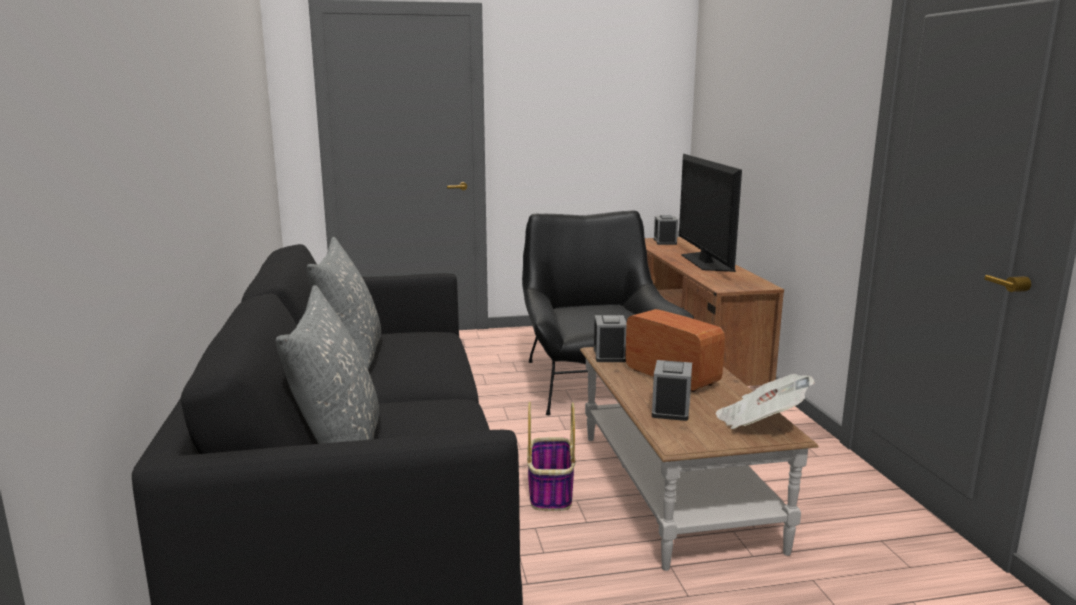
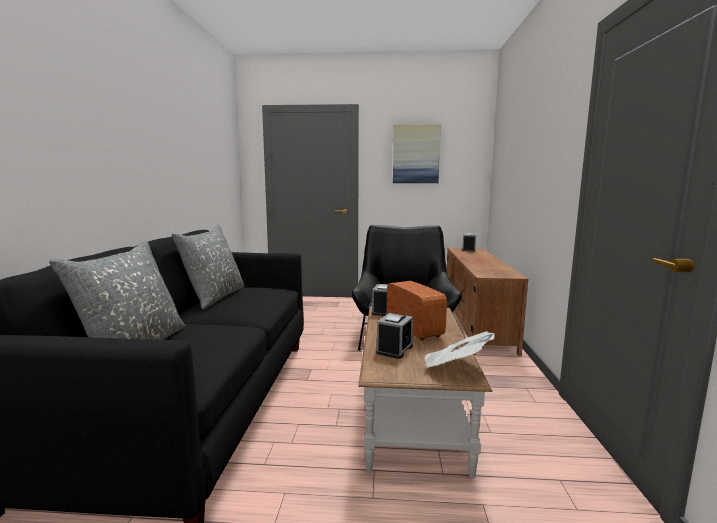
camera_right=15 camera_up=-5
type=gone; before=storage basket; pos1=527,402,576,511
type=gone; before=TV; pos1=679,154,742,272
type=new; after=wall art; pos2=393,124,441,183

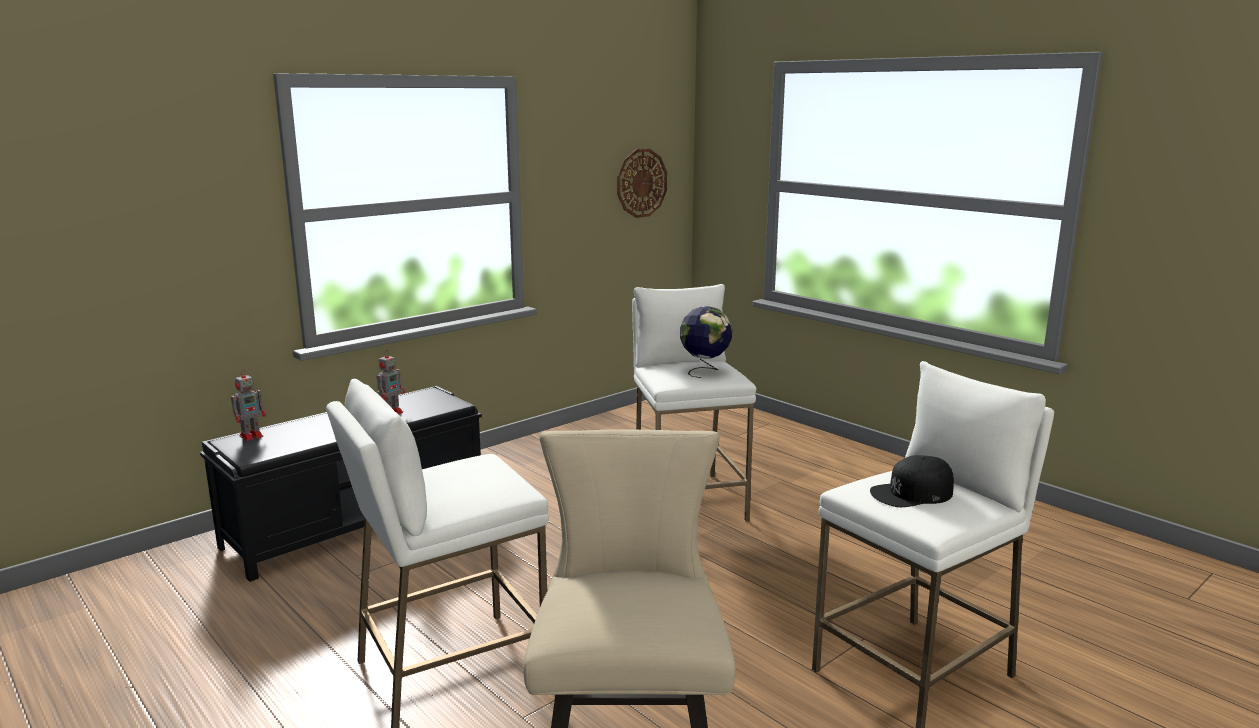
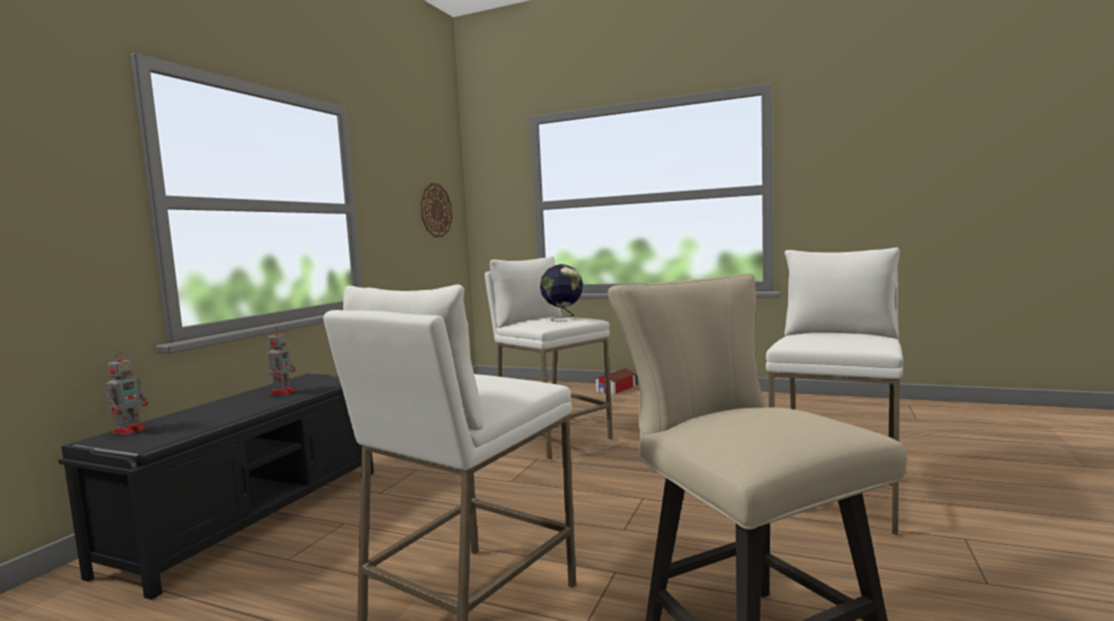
camera_right=-25 camera_up=-10
type=gone; before=black-coloured baseball cap; pos1=870,455,954,507
type=new; after=model house; pos2=595,368,636,395

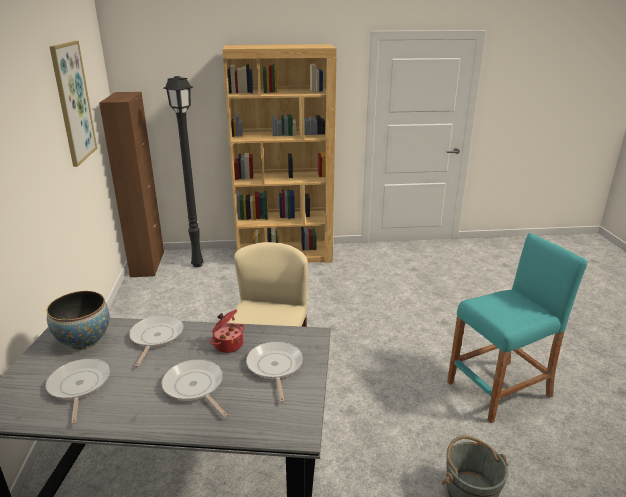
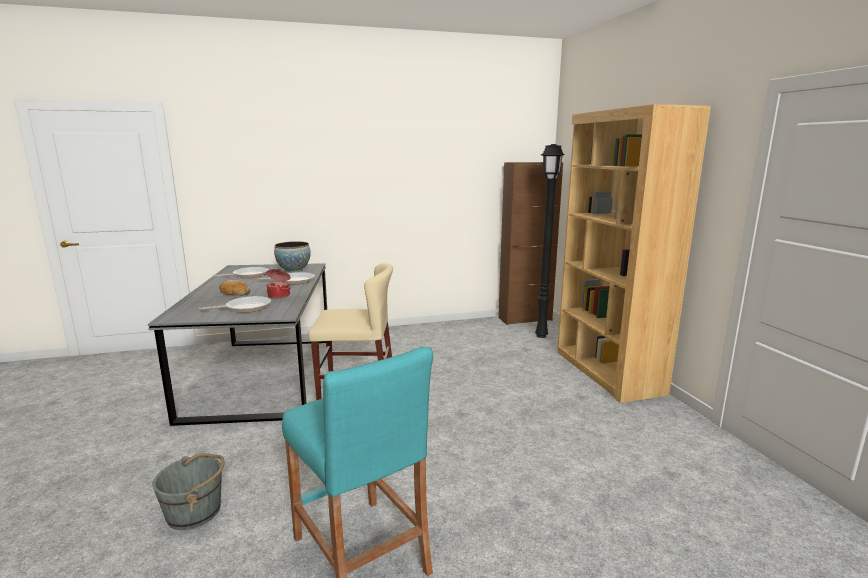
camera_right=80 camera_up=-10
type=gone; before=wall art; pos1=50,41,97,167
type=swapped; before=skillet; after=bread; pos1=162,359,227,417; pos2=219,280,250,296

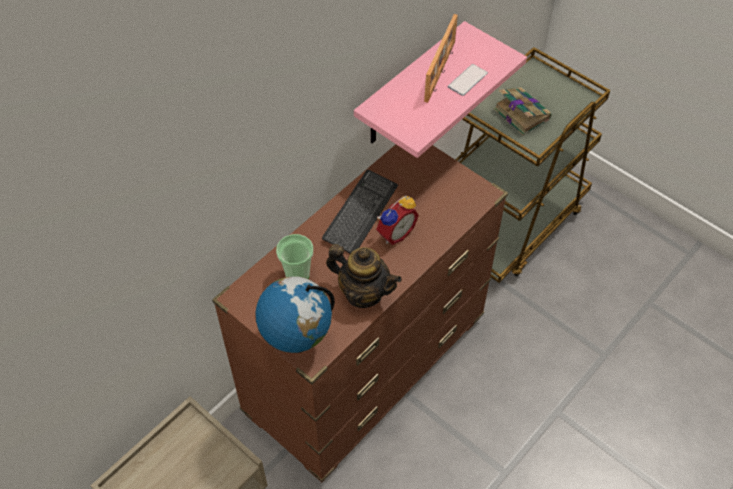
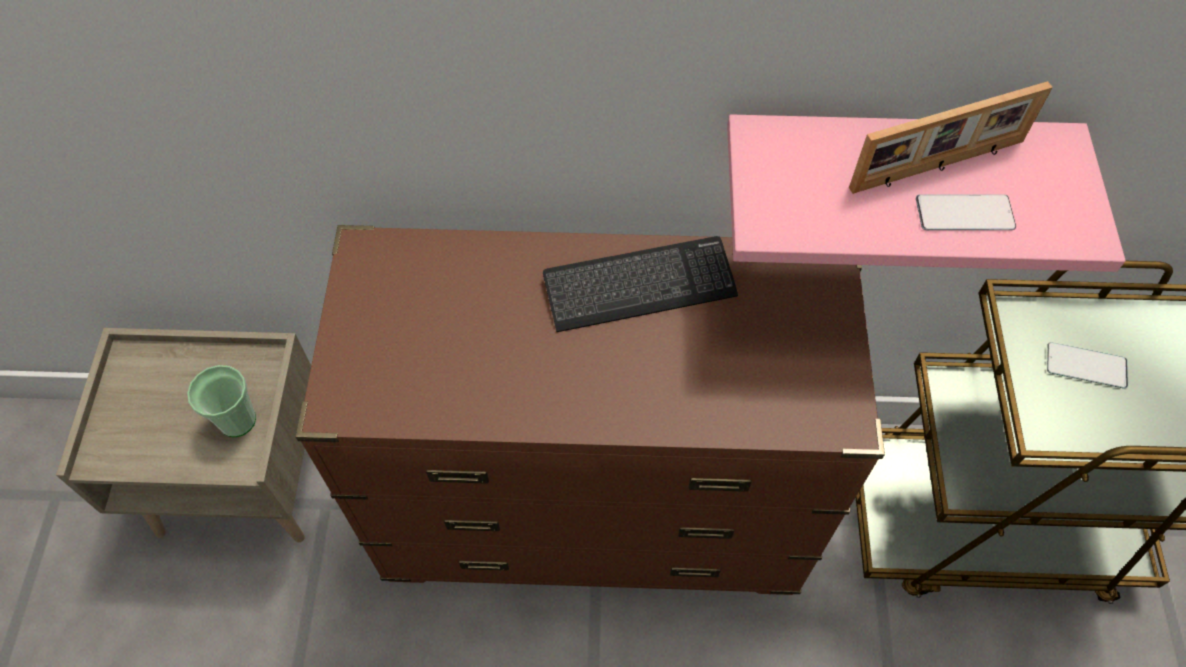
camera_right=50 camera_up=5
type=gone; before=world globe; pos1=256,277,335,353
type=gone; before=pot for tea; pos1=326,244,402,308
type=gone; before=alarm clock; pos1=376,196,419,245
type=shifted; before=cup; pos1=276,234,313,279; pos2=187,365,256,437
type=swapped; before=volume; after=phone; pos1=494,87,552,135; pos2=1047,342,1128,389

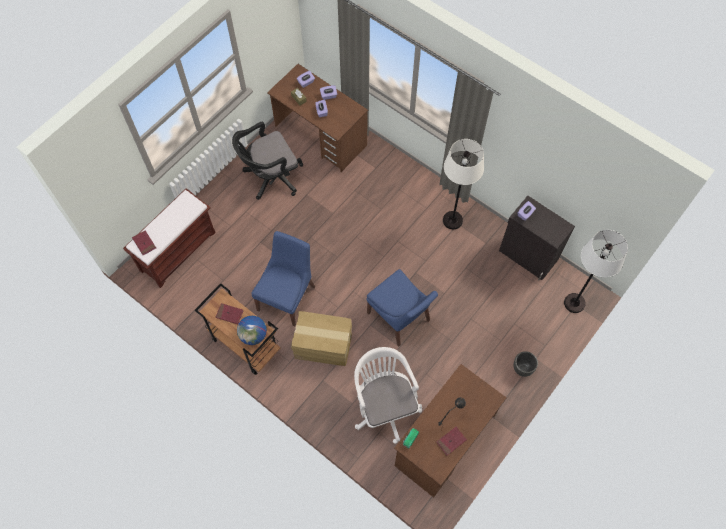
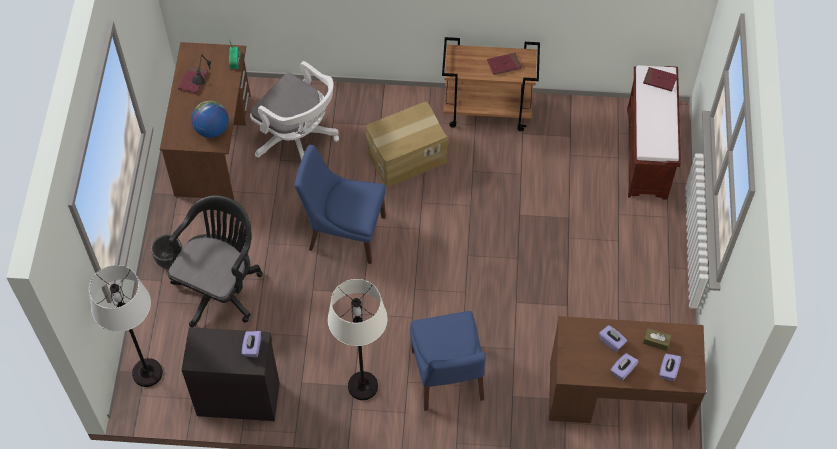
camera_right=145 camera_up=-5
type=shifted; before=black-coloured desk chair; pos1=232,121,303,200; pos2=167,195,263,327
type=shifted; before=world globe; pos1=237,316,267,345; pos2=191,101,229,138
type=shifted; before=blue chair; pos1=251,231,315,327; pos2=410,311,486,411

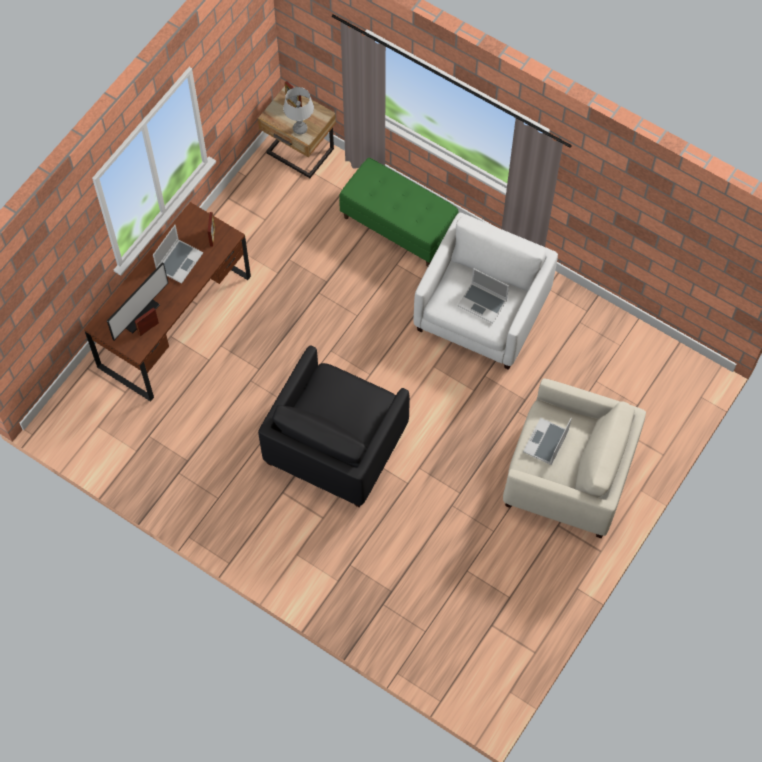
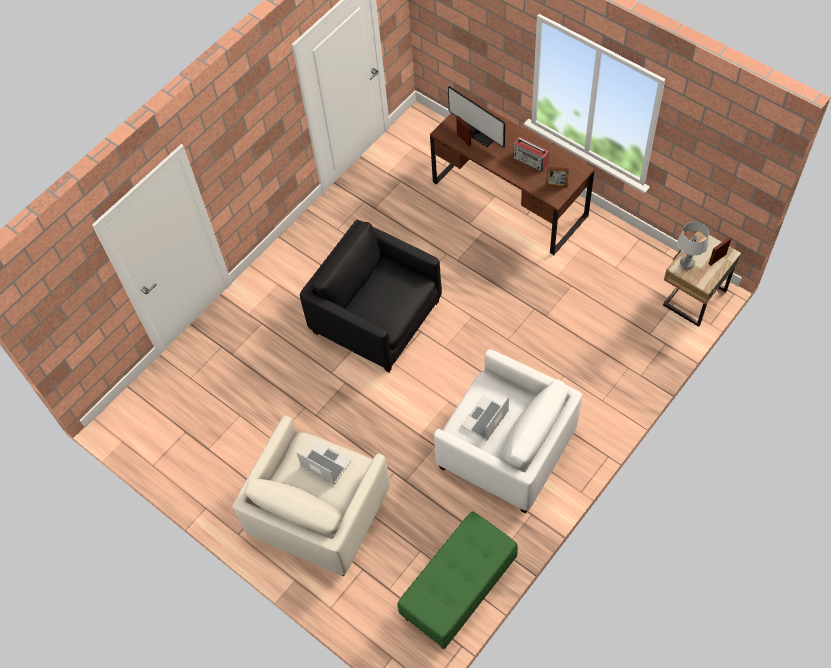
camera_right=100 camera_up=-5
type=shifted; before=green-coloured long seat; pos1=339,158,459,267; pos2=398,511,518,649
type=swapped; before=notebook computer; after=radio set; pos1=153,225,203,283; pos2=513,137,549,171

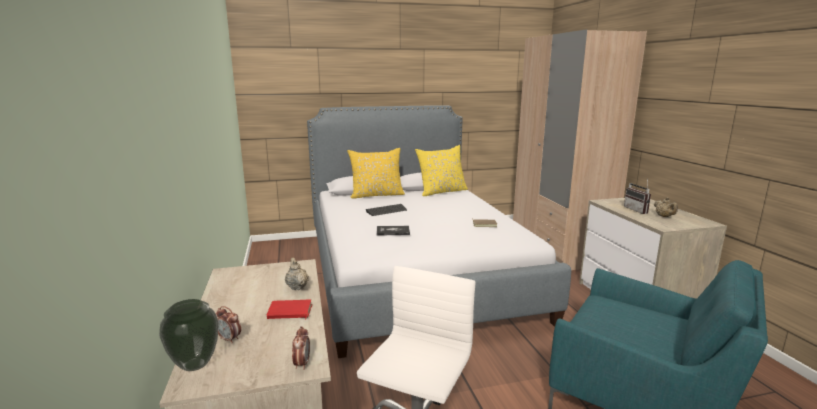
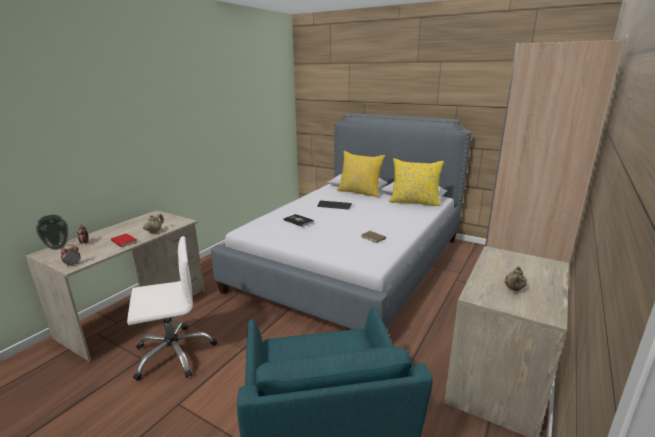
camera_right=45 camera_up=5
type=gone; before=radio set; pos1=624,179,651,214

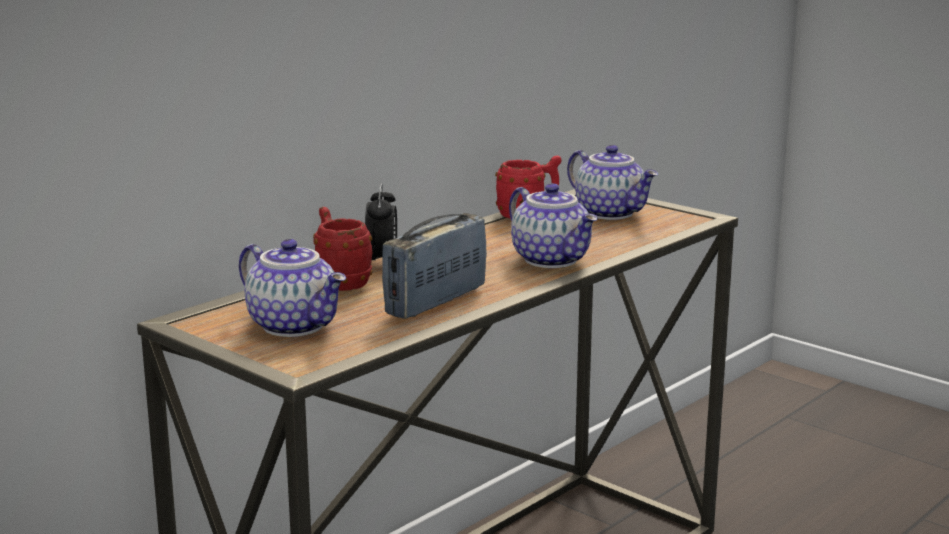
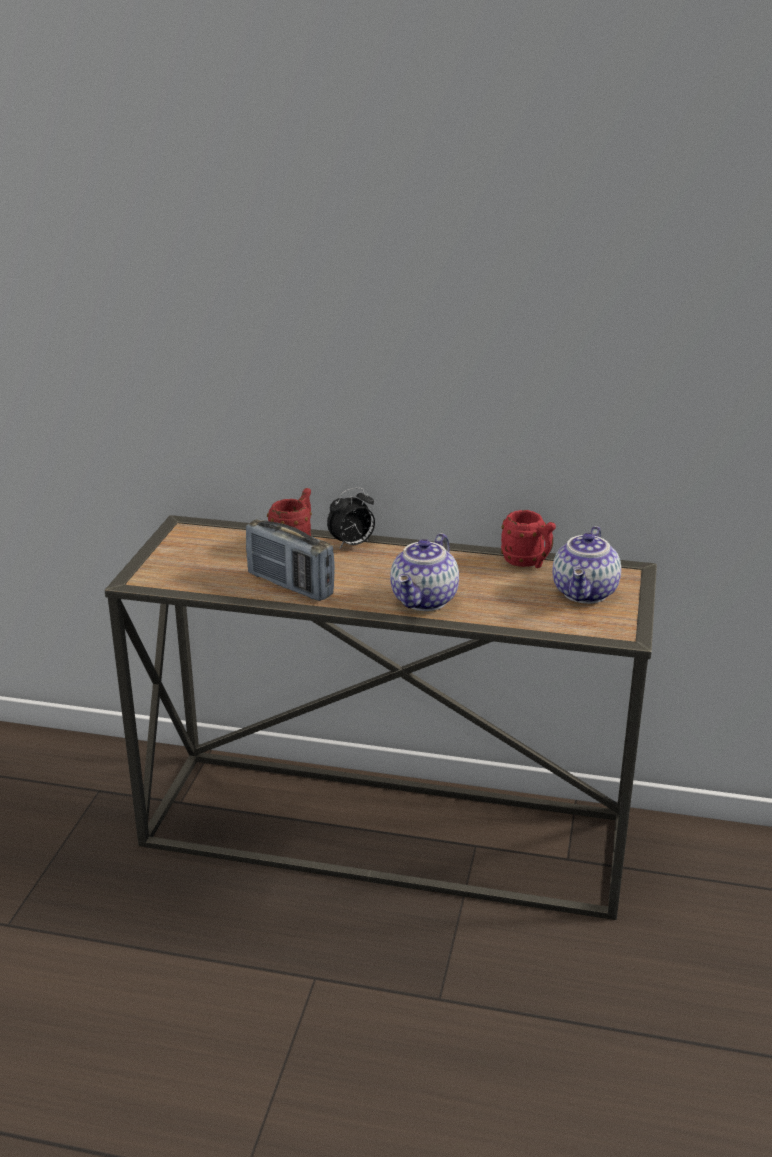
camera_right=60 camera_up=10
type=gone; before=pot for tea; pos1=239,239,346,337
type=rotated; before=radio set; pos1=382,213,487,319; pos2=246,519,335,601; turn=-150

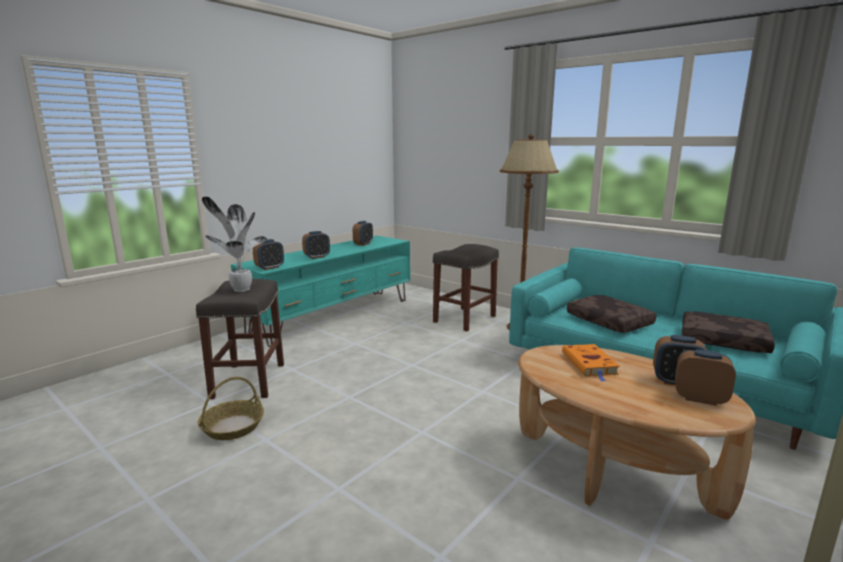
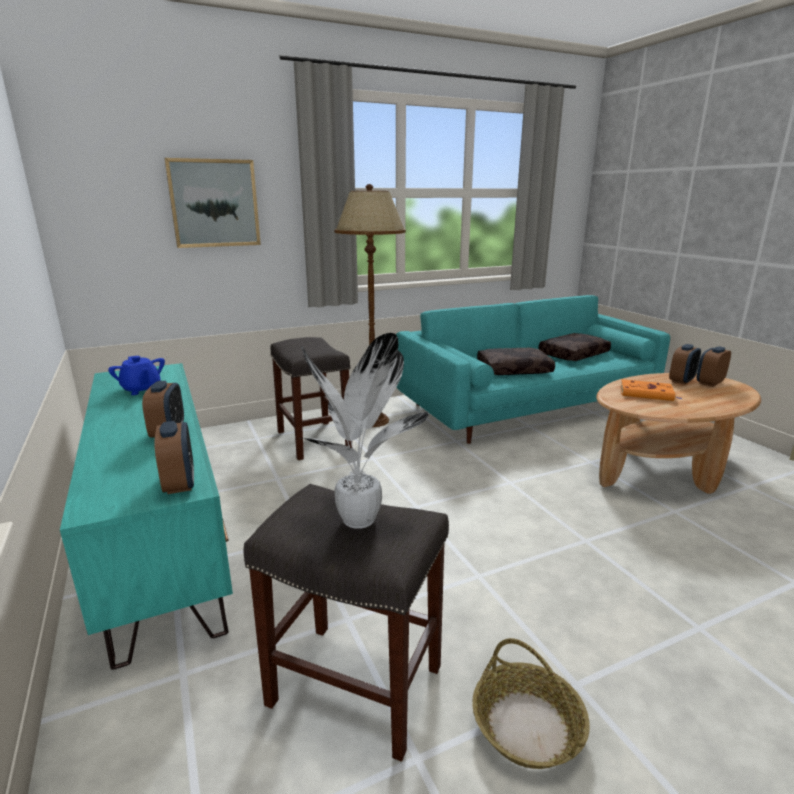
camera_right=-65 camera_up=5
type=new; after=wall art; pos2=164,158,261,248
type=swapped; before=alarm clock; after=blue pot for tea; pos1=353,221,373,246; pos2=108,356,165,395

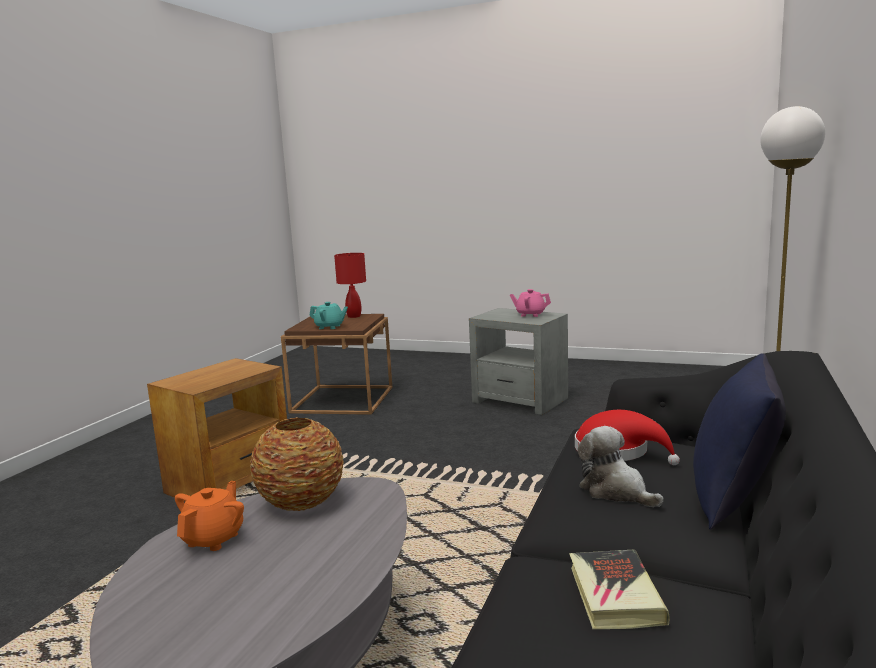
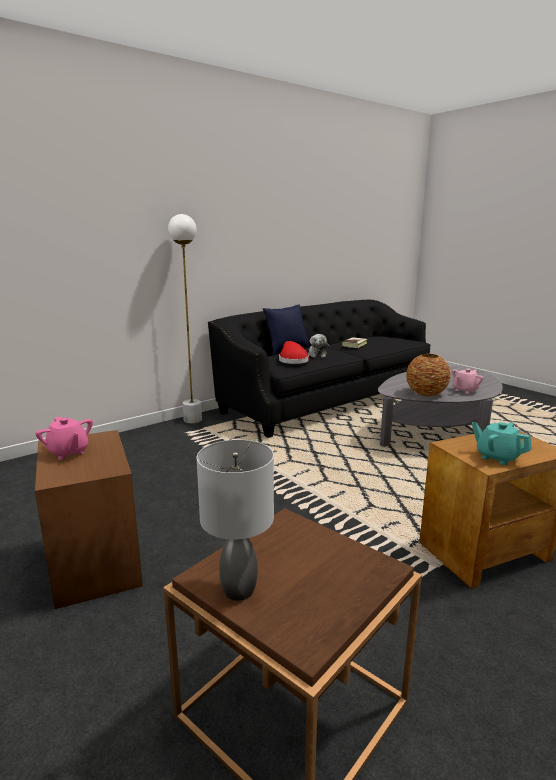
camera_right=-150 camera_up=5
type=shifted; before=turquoise-coloured pot for tea; pos1=309,302,348,329; pos2=471,422,532,465
type=repainted; before=orange pot for tea; after=pinkish pot for tea; pos1=175,481,244,551; pos2=452,369,484,394
type=repainted; before=red lamp for a table; after=grey lamp for a table; pos1=334,253,366,318; pos2=197,440,274,601
type=repainted; before=grey side table; after=brownish side table; pos1=469,308,568,415; pos2=35,430,143,609

